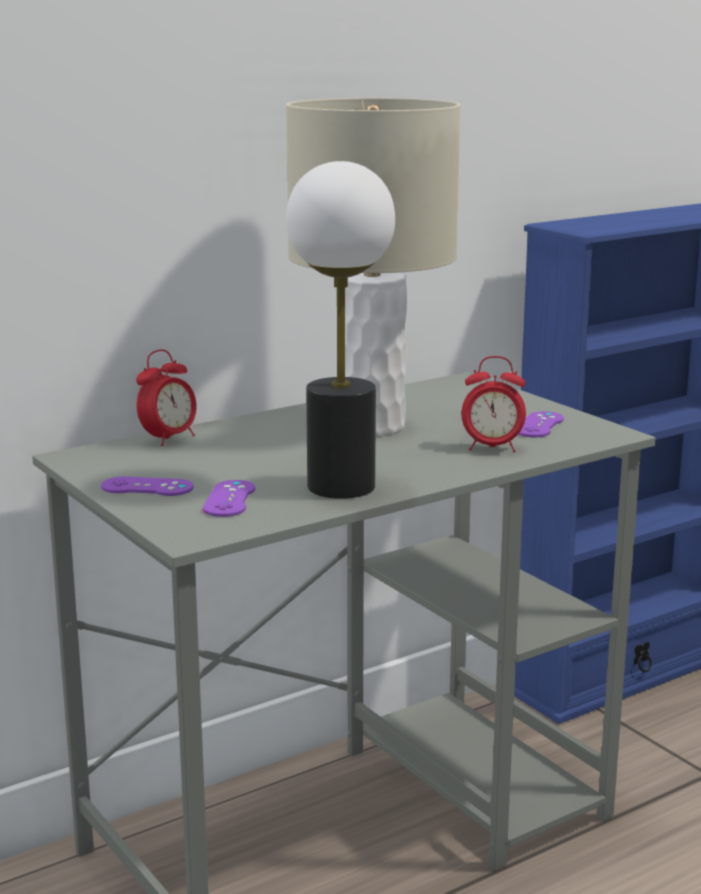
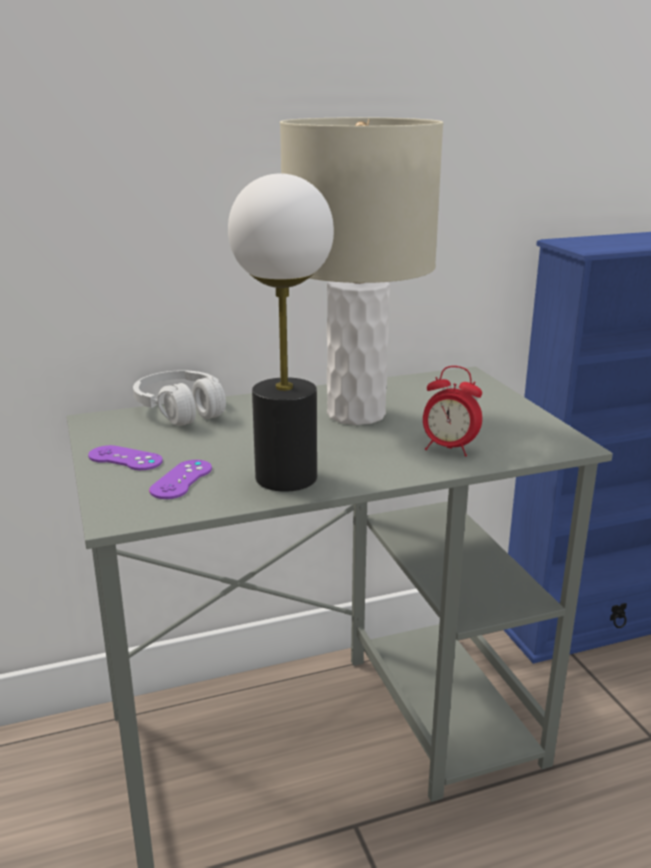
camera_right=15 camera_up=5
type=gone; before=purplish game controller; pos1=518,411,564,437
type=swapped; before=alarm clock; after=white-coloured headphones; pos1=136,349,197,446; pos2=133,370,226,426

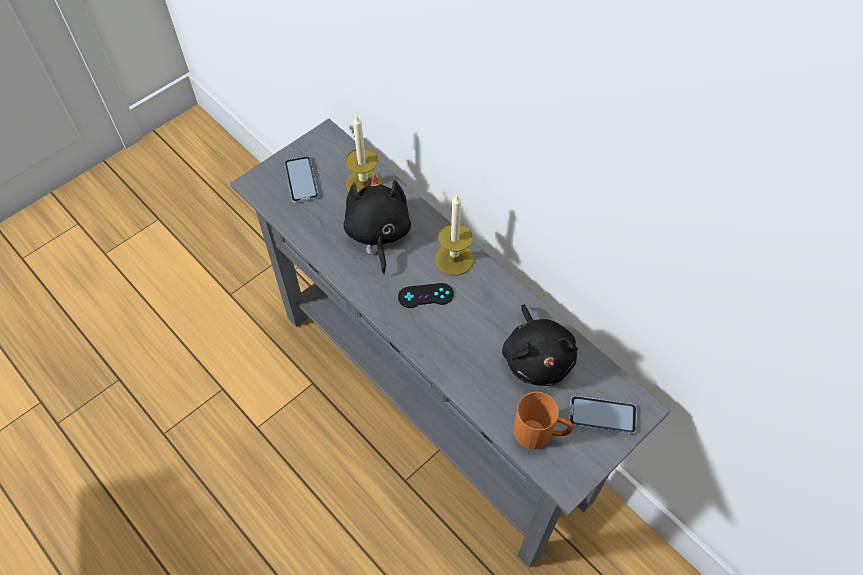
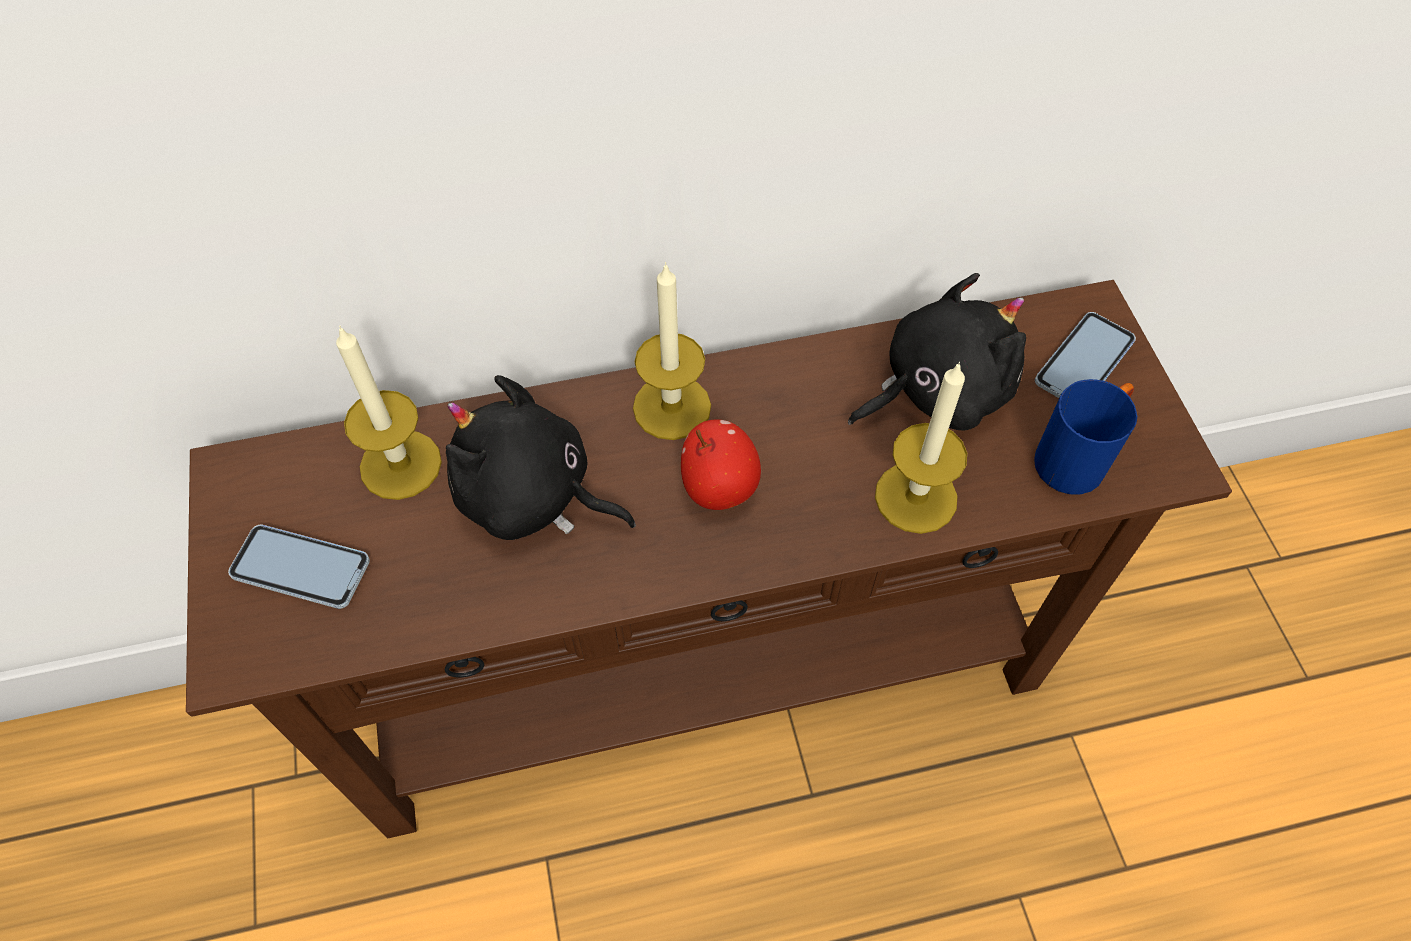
camera_right=-60 camera_up=0
type=new; after=wax light; pos2=875,362,967,534
type=swapped; before=black-coloured game controller; after=whole apple; pos1=398,283,454,308; pos2=681,420,761,510
type=repainted; before=grey hall table; after=brownish hall table; pos1=230,119,670,568; pos2=186,280,1232,838
type=repainted; before=orange mug; after=blue mug; pos1=513,392,573,449; pos2=1034,379,1137,494
type=rotated; before=black-coloured plush toy; pos1=502,304,578,386; pos2=848,273,1026,431; turn=-45

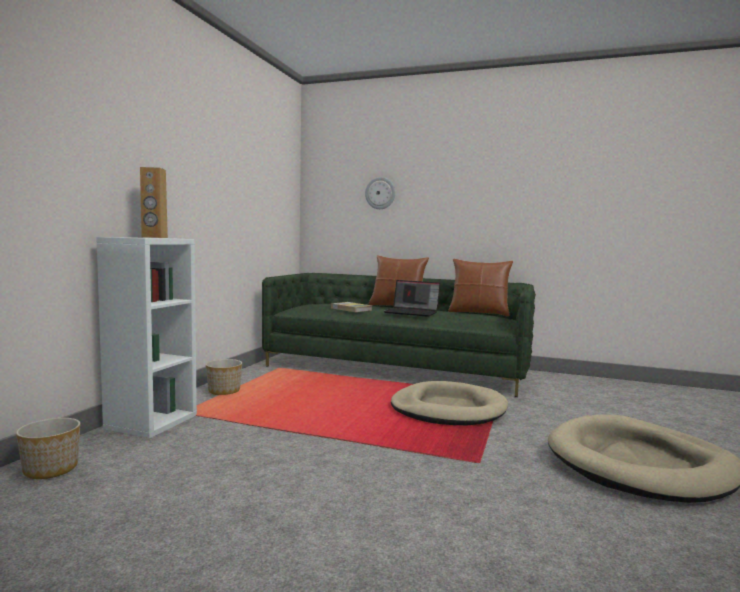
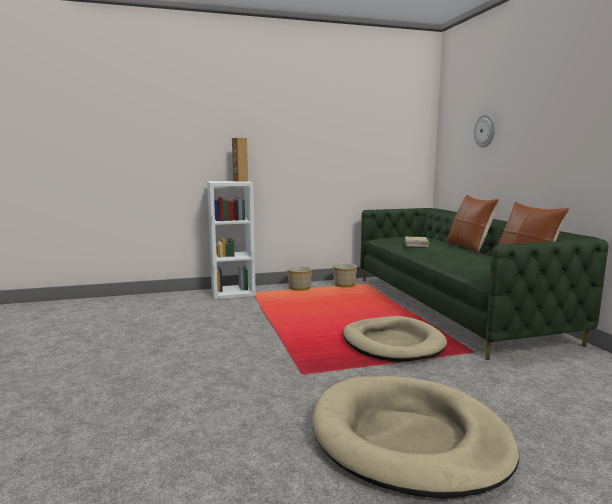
camera_right=55 camera_up=5
type=gone; before=notebook computer; pos1=384,280,440,317
type=shifted; before=flower pot; pos1=16,418,81,479; pos2=333,263,357,287

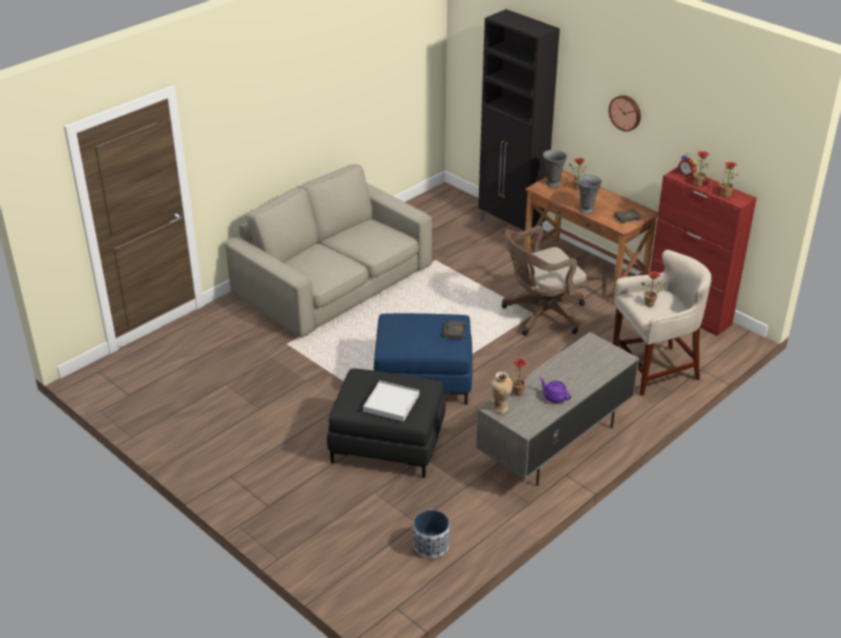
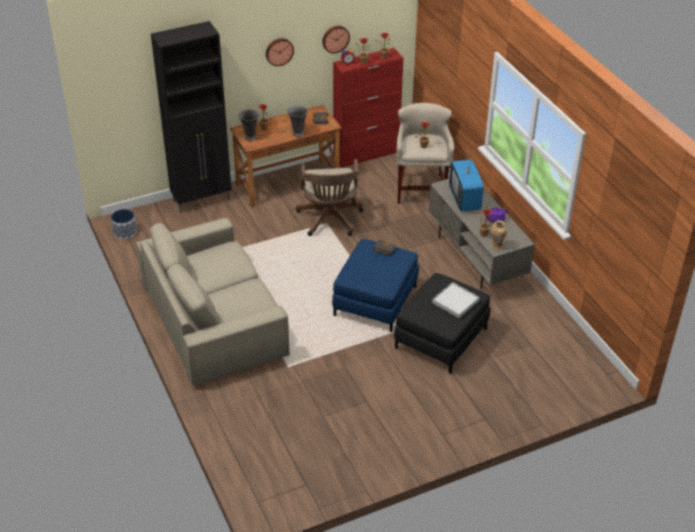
camera_right=-70 camera_up=5
type=new; after=wall clock; pos2=322,26,350,54
type=new; after=TV; pos2=449,147,484,212
type=shifted; before=flower pot; pos1=413,510,450,558; pos2=111,209,137,239

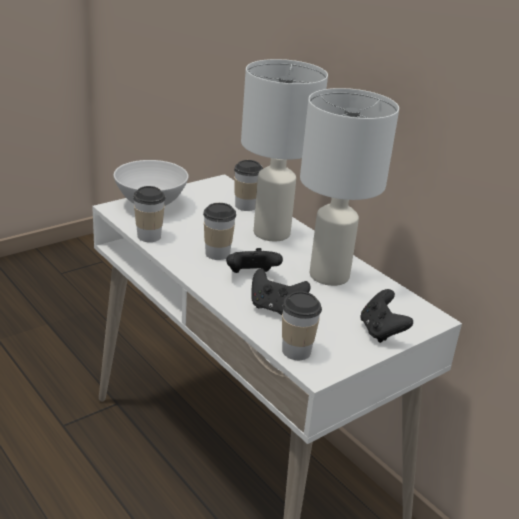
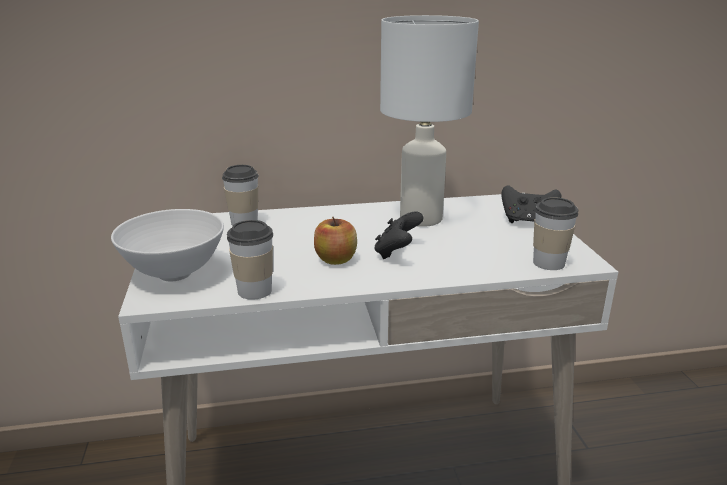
camera_right=-60 camera_up=-5
type=gone; before=white-coloured lamp for a table; pos1=241,59,328,242
type=gone; before=black-coloured game controller; pos1=251,269,311,315
type=swapped; before=cup; after=whole apple; pos1=203,203,236,260; pos2=314,217,357,265

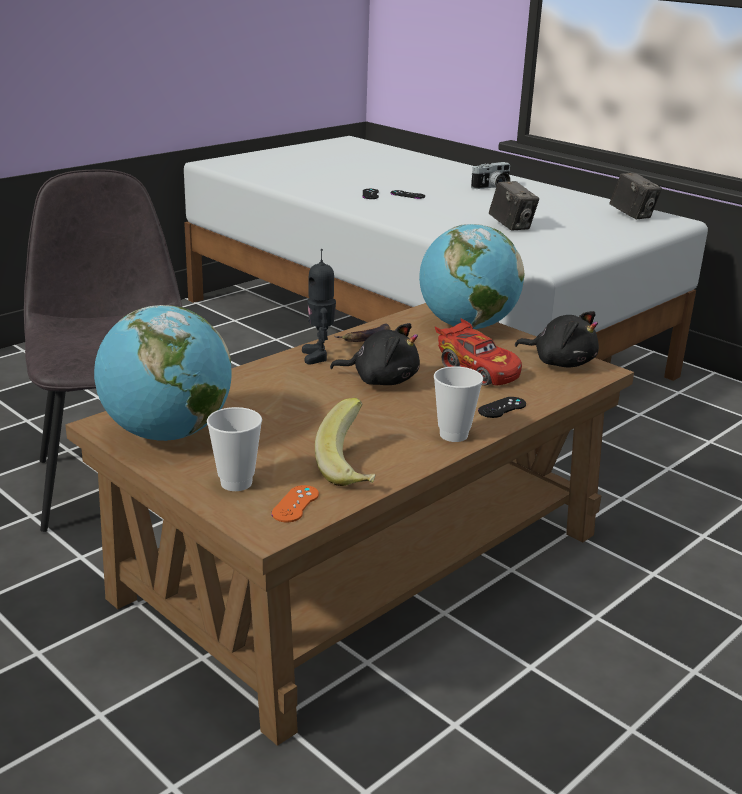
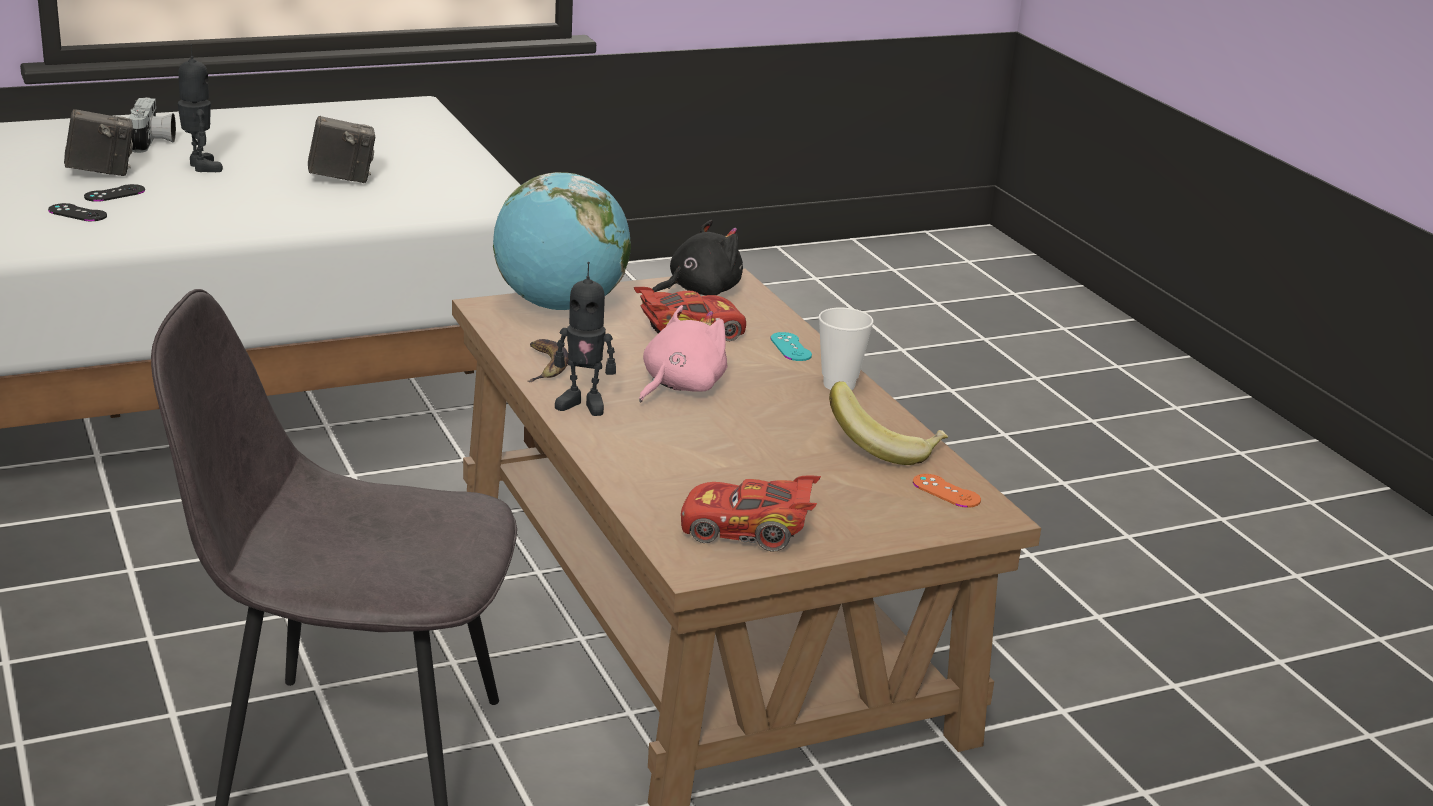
camera_right=-70 camera_up=0
type=gone; before=cup; pos1=207,407,262,491
type=new; after=toy robot; pos2=178,44,223,172
type=shifted; before=still camera; pos1=610,173,662,219; pos2=64,109,133,176
type=swapped; before=world globe; after=red miniature car; pos1=94,305,232,441; pos2=681,475,821,552
type=repainted; before=black-coloured plush toy; after=pinkish plush toy; pos1=330,323,420,385; pos2=639,305,727,402
type=repainted; before=black-coloured game controller; after=turquoise-coloured game controller; pos1=478,397,526,418; pos2=770,332,812,361

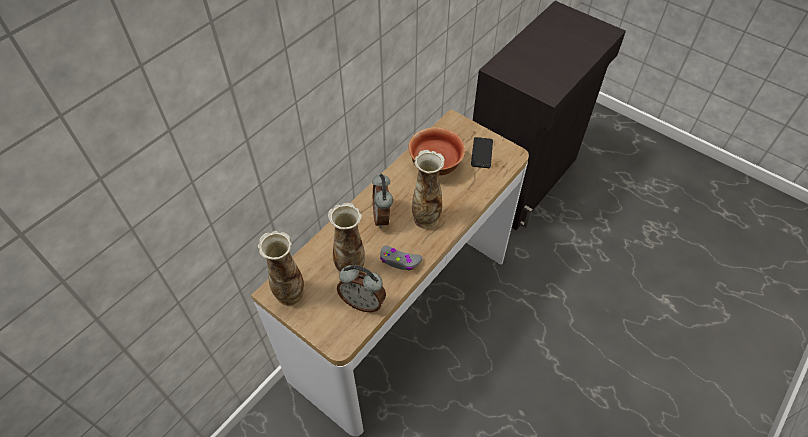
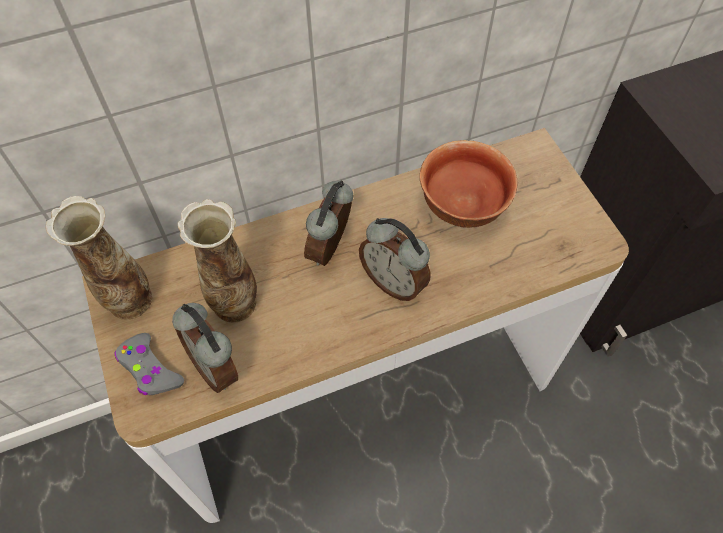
camera_right=30 camera_up=5
type=gone; before=phone; pos1=471,137,493,168
type=shifted; before=grey game controller; pos1=380,246,422,270; pos2=114,333,184,395
type=swapped; before=vase; after=alarm clock; pos1=412,150,445,229; pos2=359,218,431,301

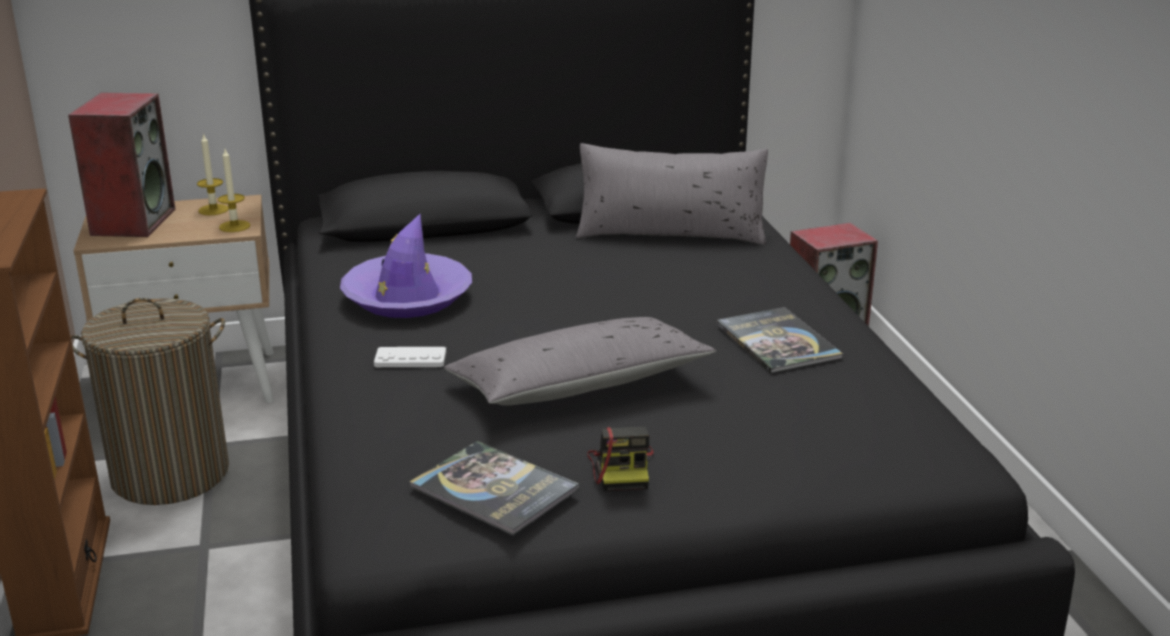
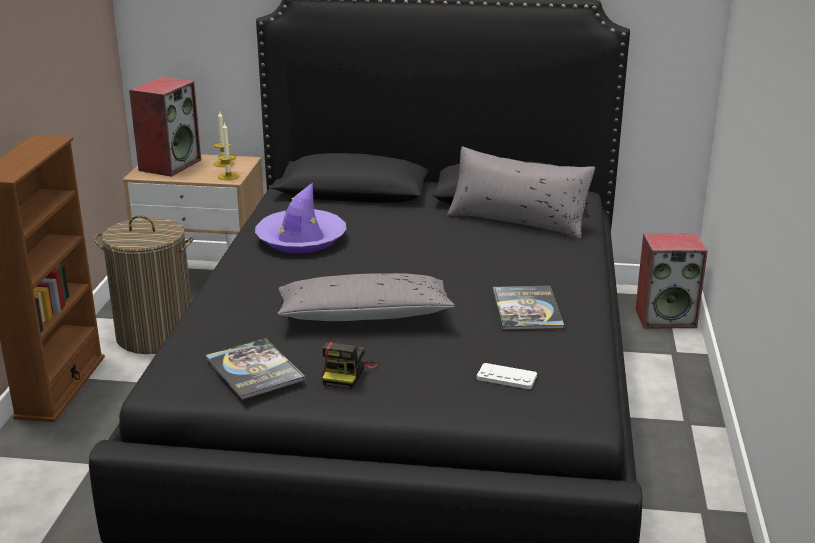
camera_right=20 camera_up=0
type=shifted; before=white-coloured game controller; pos1=374,347,446,367; pos2=476,363,537,389

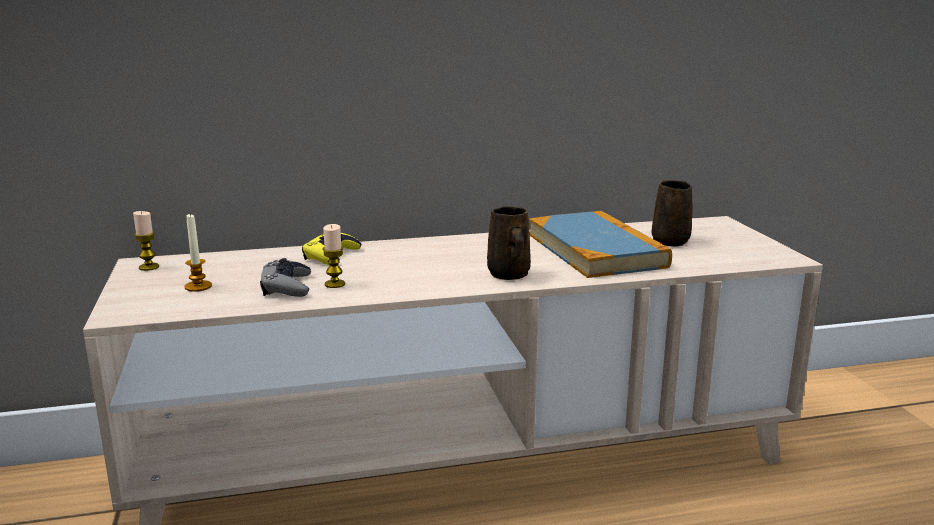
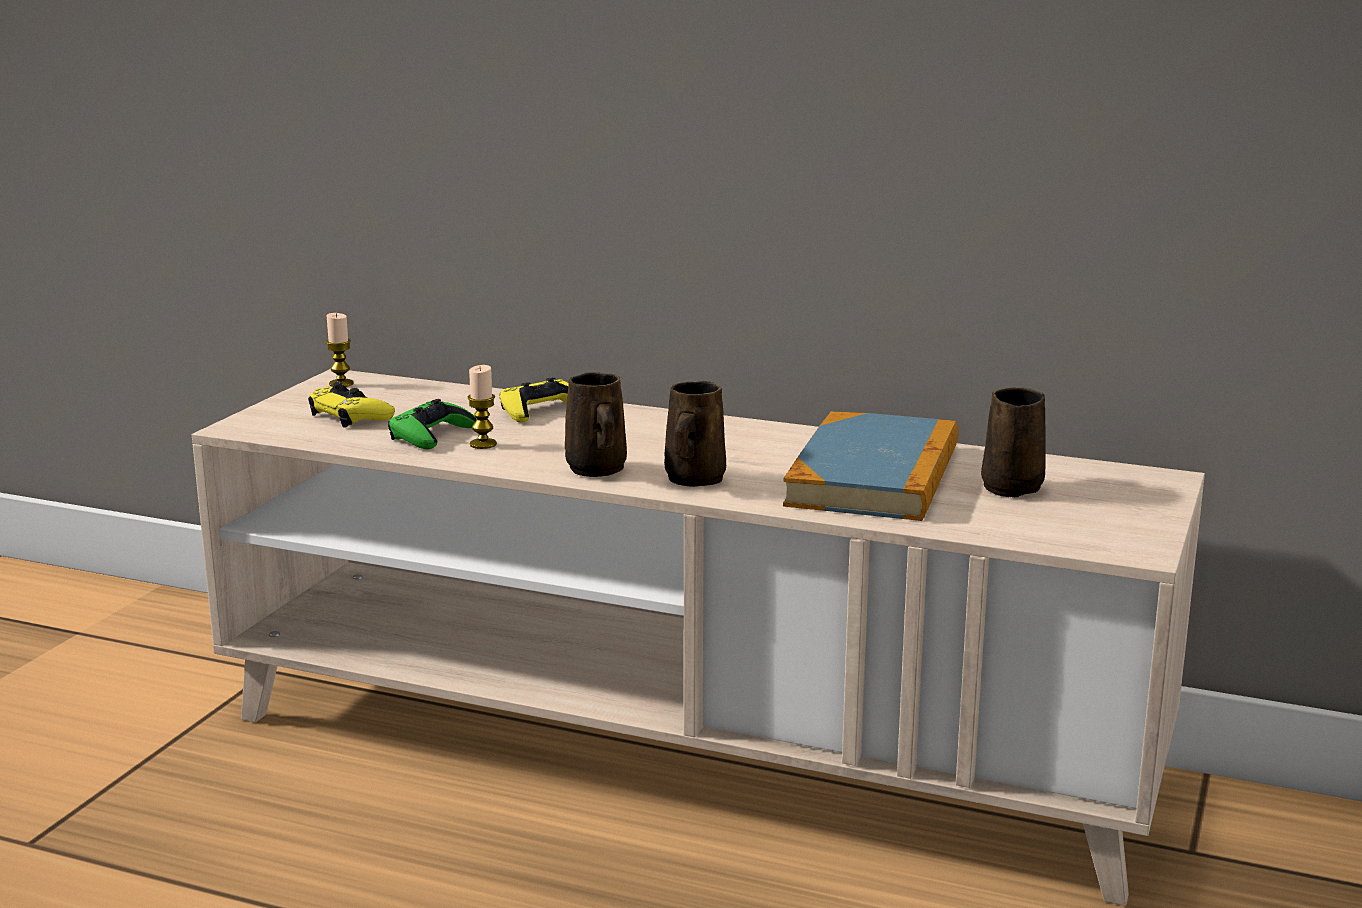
camera_right=35 camera_up=0
type=new; after=brownish mug; pos2=565,372,627,477
type=swapped; before=wax light; after=yellowish game controller; pos1=185,214,212,292; pos2=308,382,395,427
type=repainted; before=grey game controller; after=green-coloured game controller; pos1=260,258,311,297; pos2=388,399,477,449

